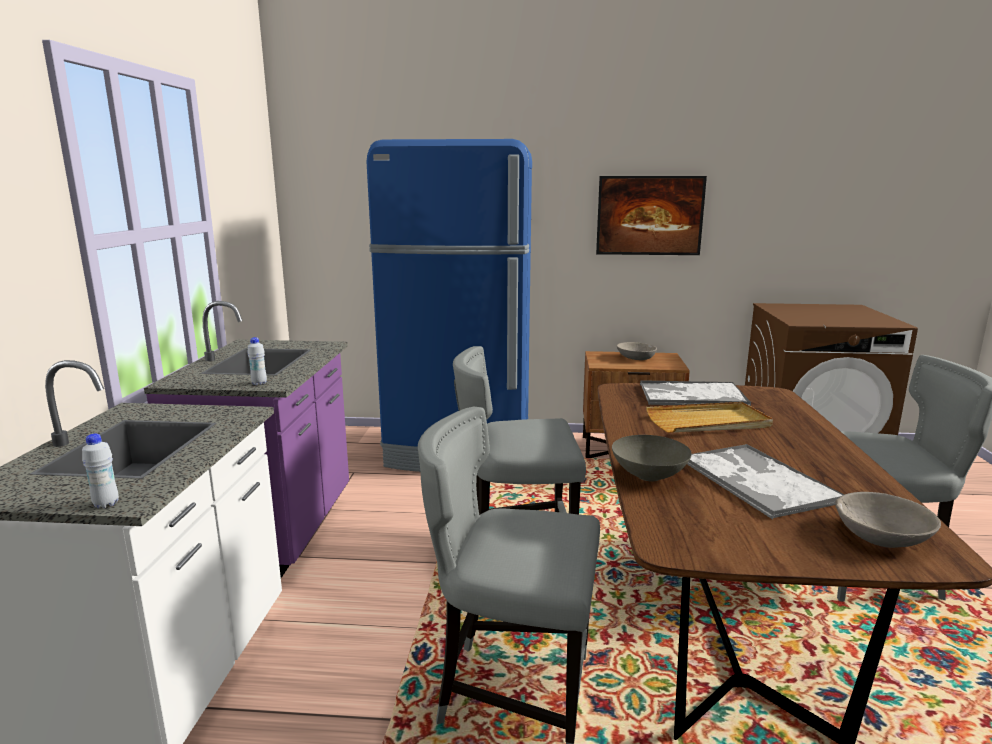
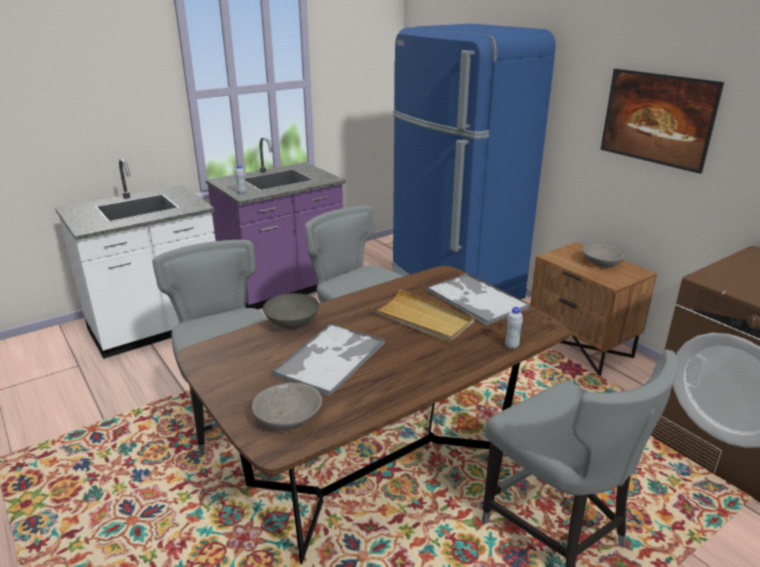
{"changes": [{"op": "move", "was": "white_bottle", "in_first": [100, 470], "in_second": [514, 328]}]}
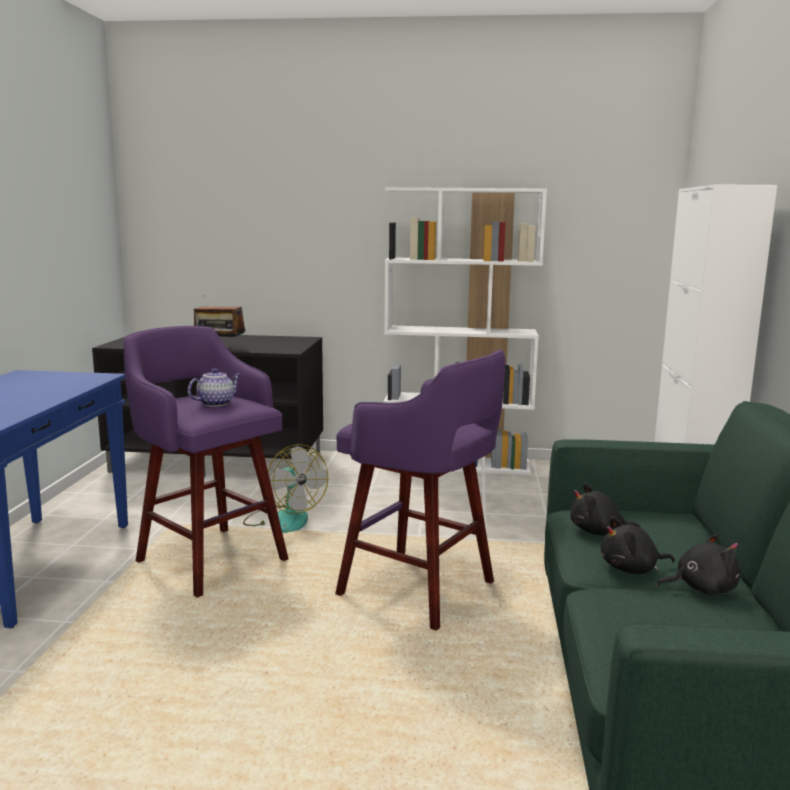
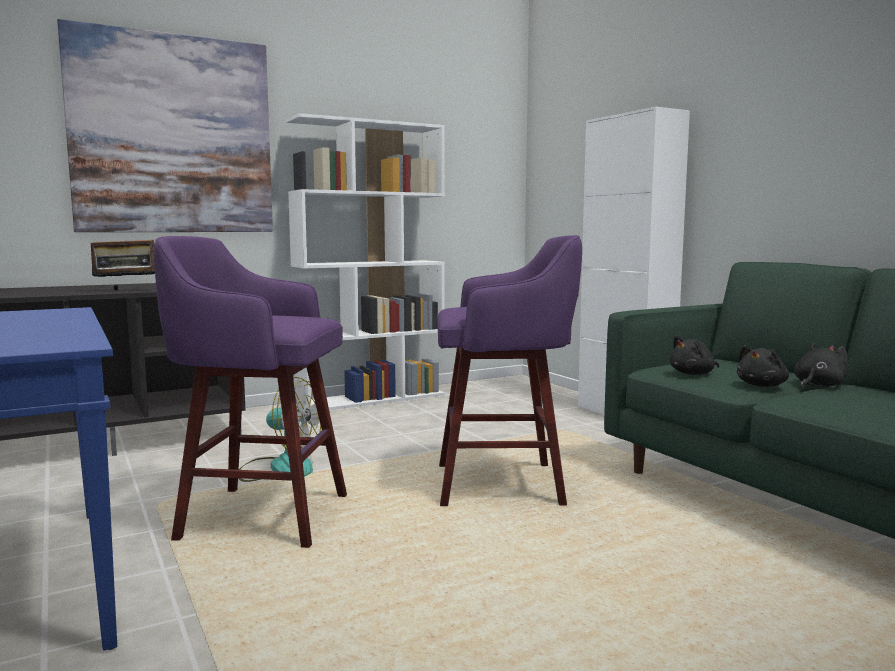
{"changes": [{"op": "insert", "now": "wall_art", "in_second": [165, 125]}, {"op": "delete", "was": "pot_for_tea", "in_first": [214, 387]}]}
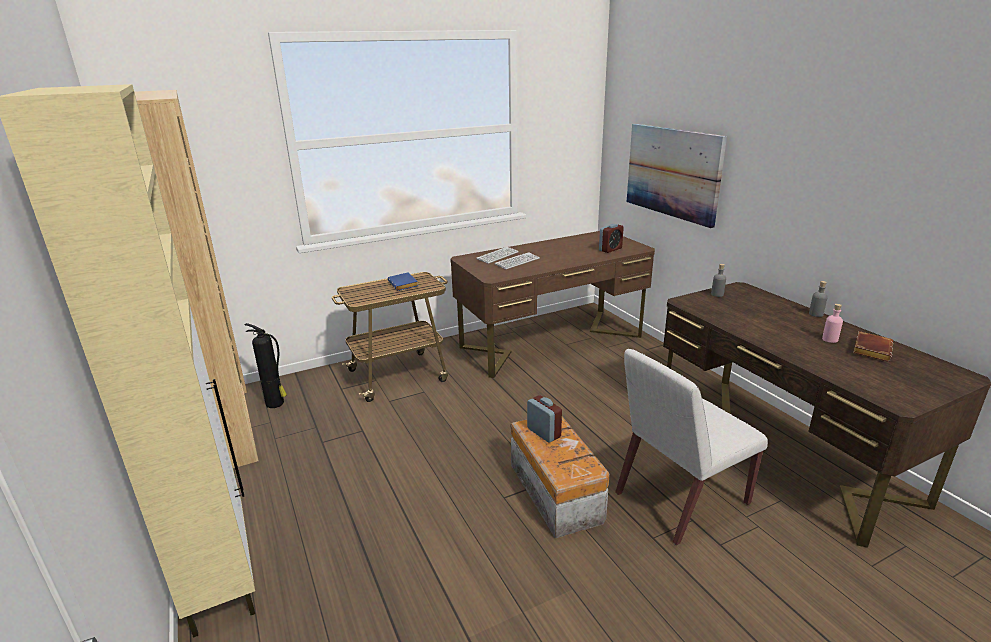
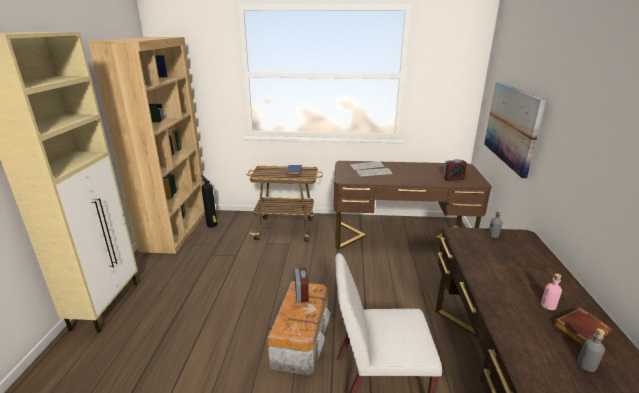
{"changes": [{"op": "move", "was": "gray_bottle", "in_first": [818, 299], "in_second": [591, 350]}]}
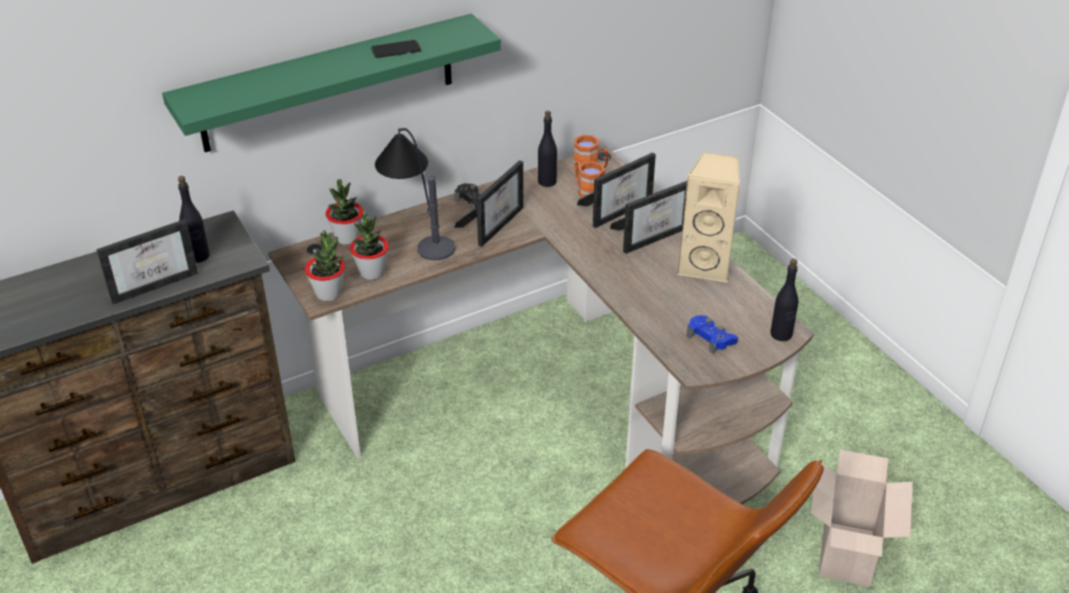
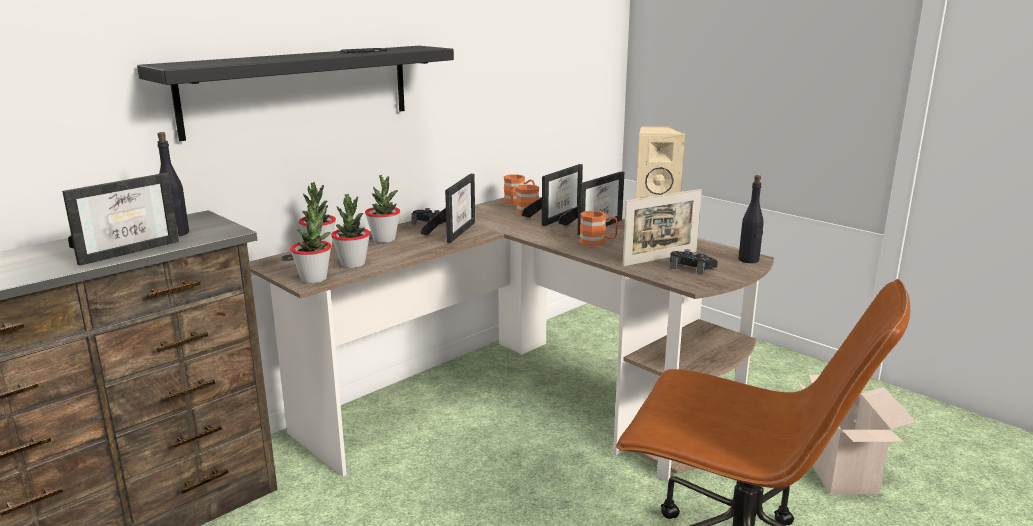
{"changes": [{"op": "recolor", "was": "green_wall_shelf", "now": "black-coloured_wall_shelf", "in_first": [331, 82], "in_second": [295, 93]}, {"op": "replace", "was": "table_lamp", "now": "houseplant", "in_first": [415, 194], "in_second": [382, 209]}, {"op": "insert", "now": "orange-coloured_coffee_mug", "in_second": [598, 228]}, {"op": "insert", "now": "picture_frame", "in_second": [662, 228]}, {"op": "recolor", "was": "bluish_joypad", "now": "black-coloured_joypad", "in_first": [712, 334], "in_second": [694, 262]}, {"op": "delete", "was": "black-coloured_bottle", "in_first": [547, 149]}]}
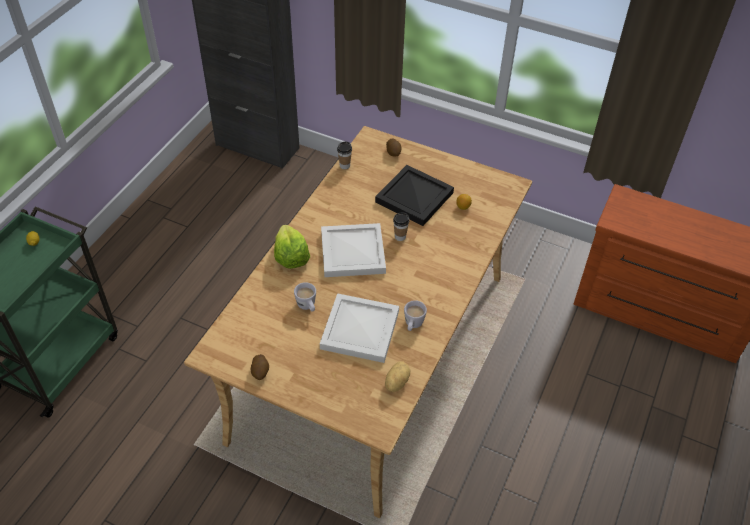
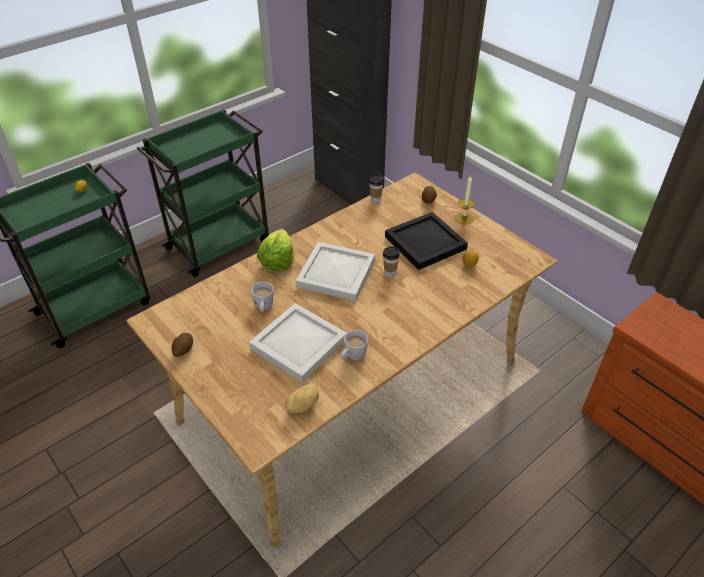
{"changes": [{"op": "insert", "now": "green_cart", "in_second": [203, 193]}, {"op": "insert", "now": "wax_light", "in_second": [464, 199]}]}
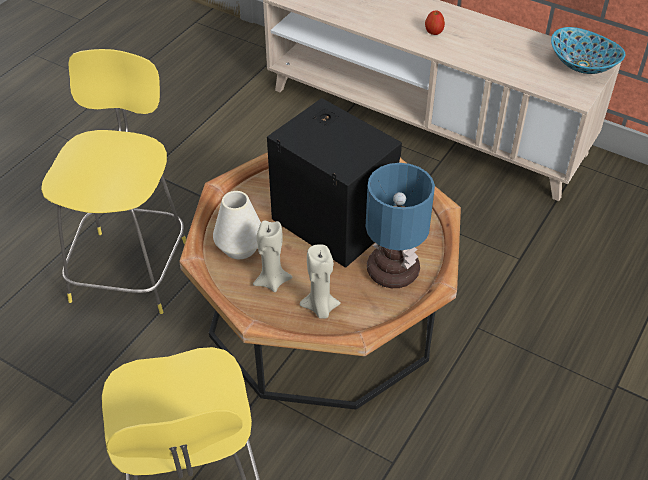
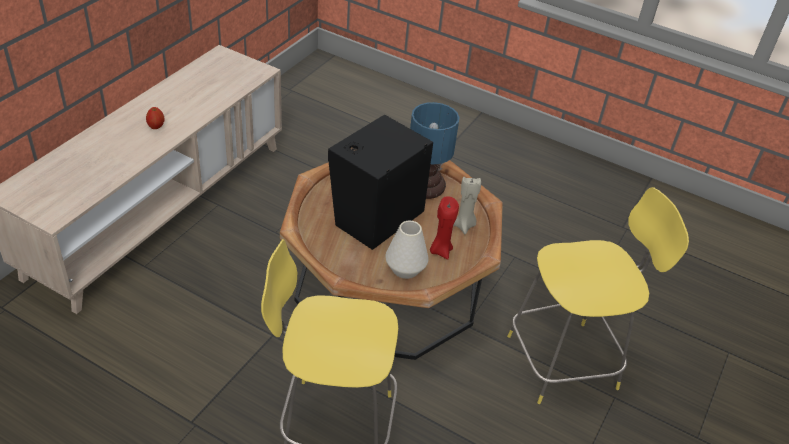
{"changes": [{"op": "recolor", "was": "beige_wax_light", "now": "red-coloured_wax_light", "in_first": [272, 256], "in_second": [444, 227]}, {"op": "delete", "was": "deep_dish", "in_first": [588, 50]}]}
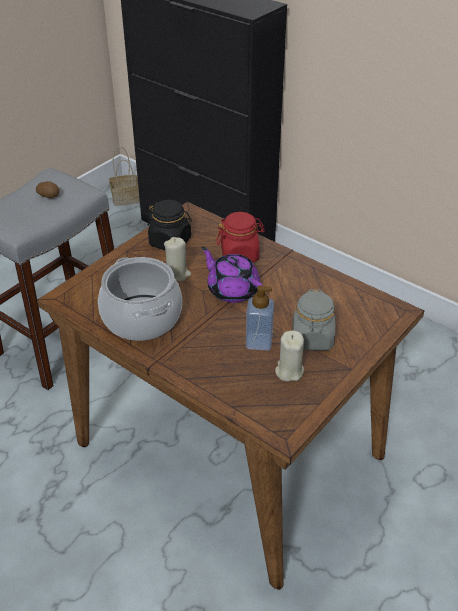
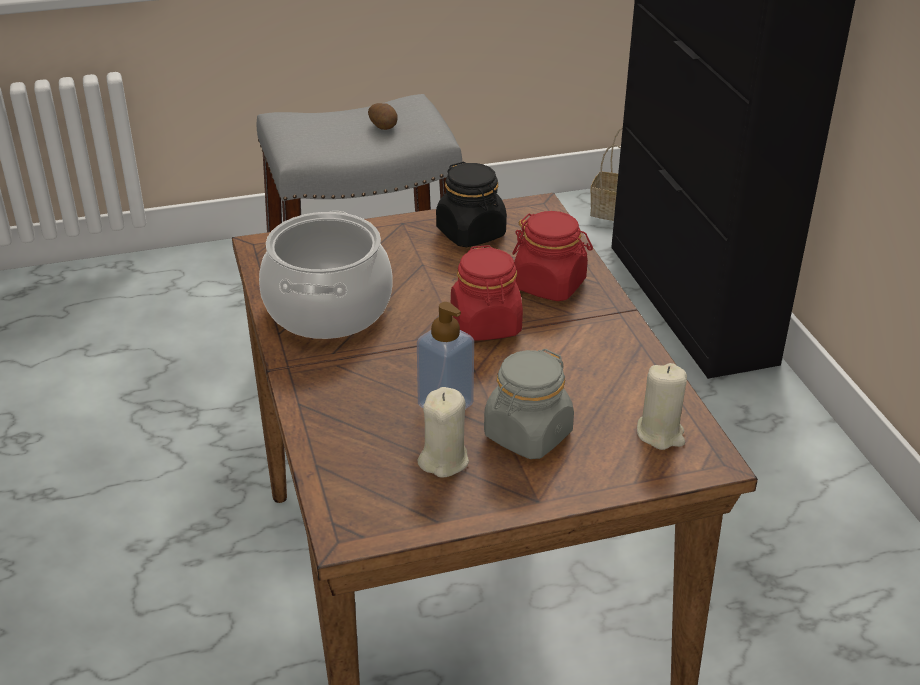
{"changes": [{"op": "replace", "was": "purple-coloured_pot_for_tea", "now": "red-coloured_preserve_jar", "in_first": [232, 275], "in_second": [487, 293]}, {"op": "move", "was": "beige_wax_light", "in_first": [177, 259], "in_second": [662, 406]}]}
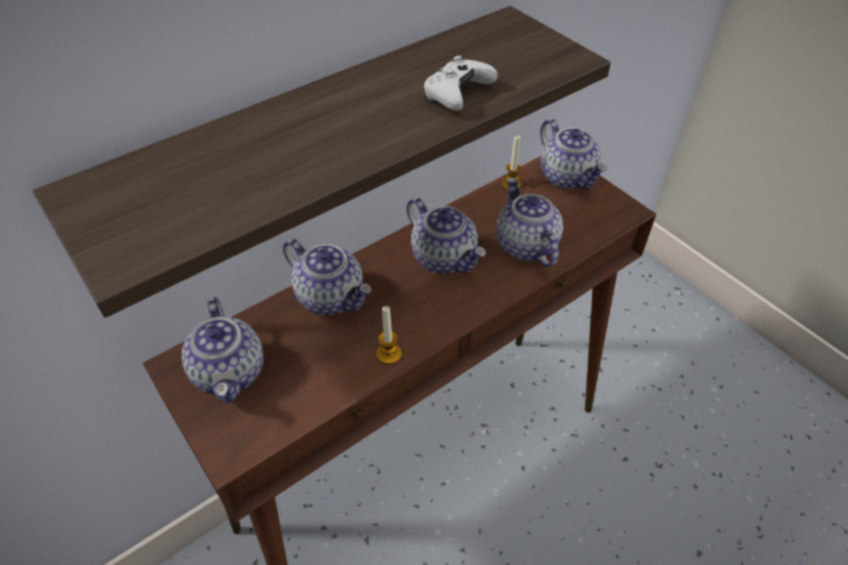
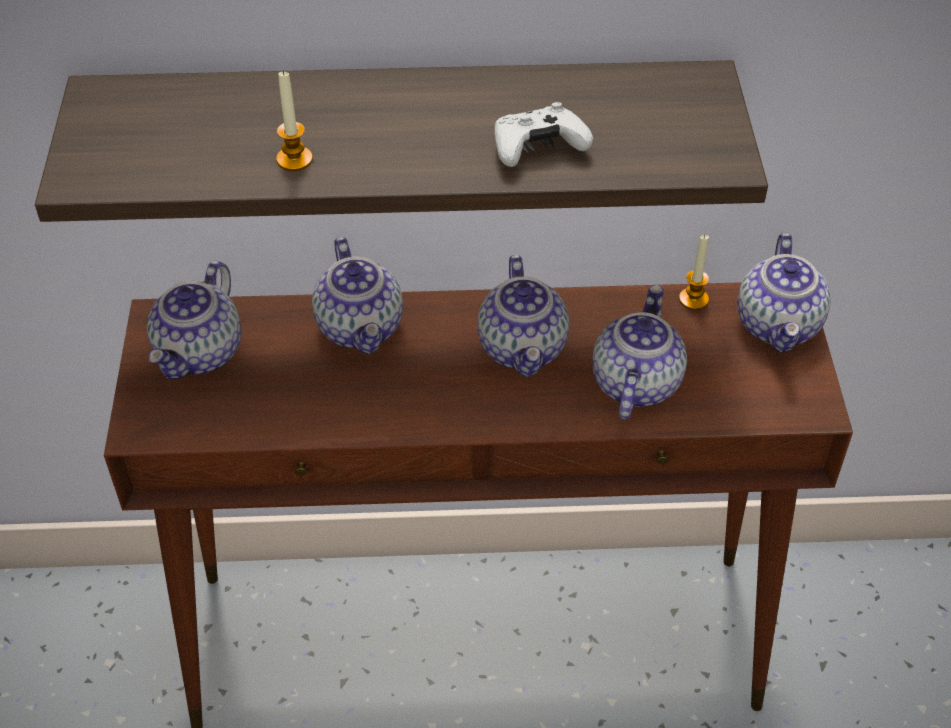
{"changes": [{"op": "move", "was": "wax_light", "in_first": [389, 335], "in_second": [294, 120]}]}
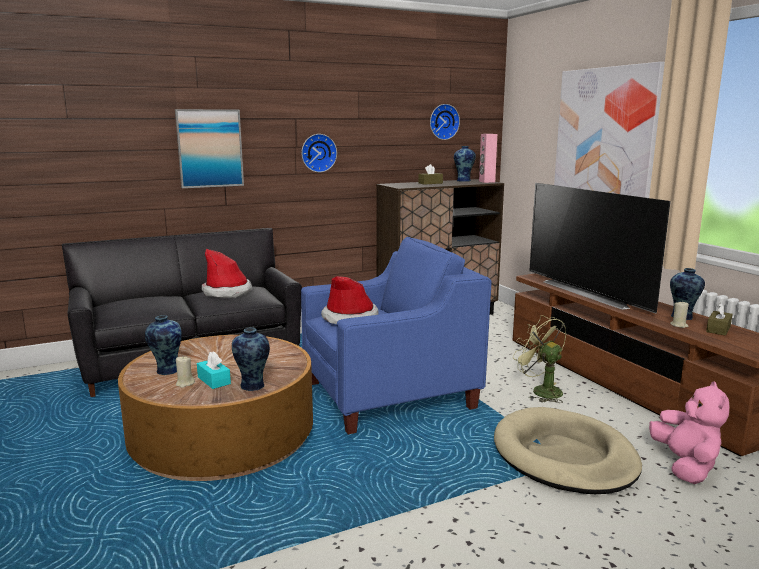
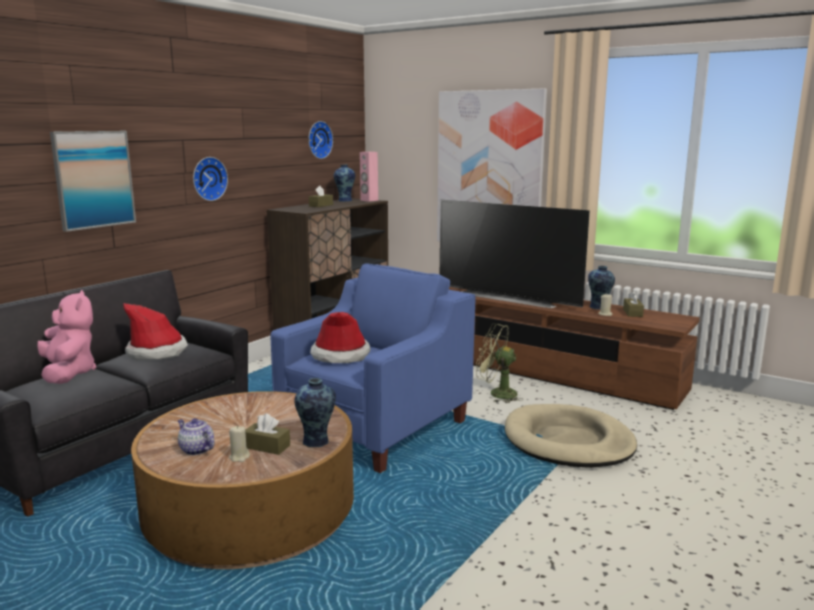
{"changes": [{"op": "move", "was": "pink-coloured_plush_toy", "in_first": [689, 432], "in_second": [66, 337]}, {"op": "replace", "was": "flower_vase", "now": "pot_for_tea", "in_first": [163, 345], "in_second": [196, 437]}, {"op": "recolor", "was": "turquoise-coloured_tissue_box", "now": "brown_tissue_box", "in_first": [214, 370], "in_second": [267, 434]}]}
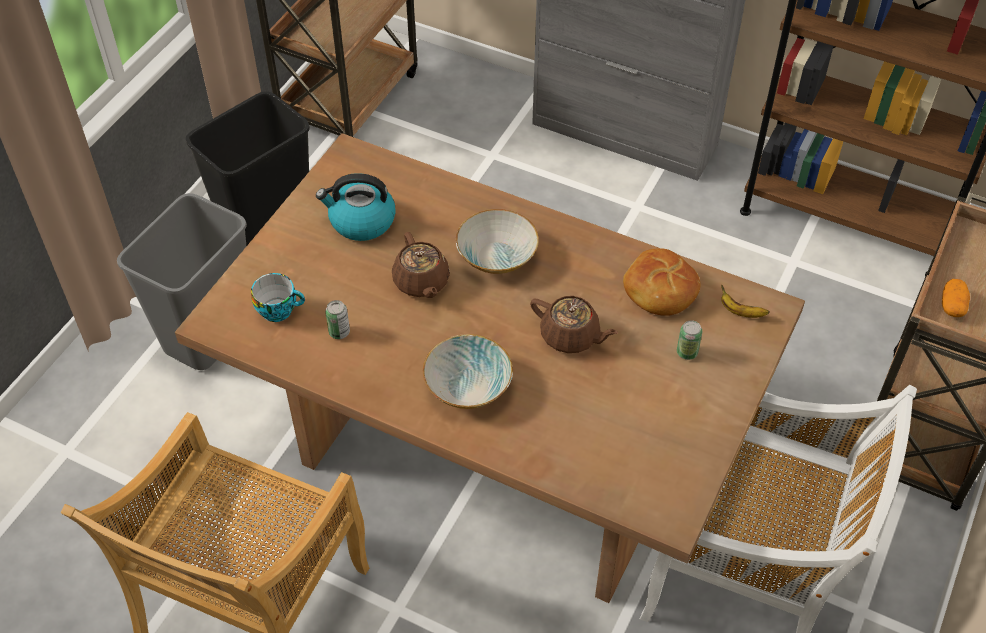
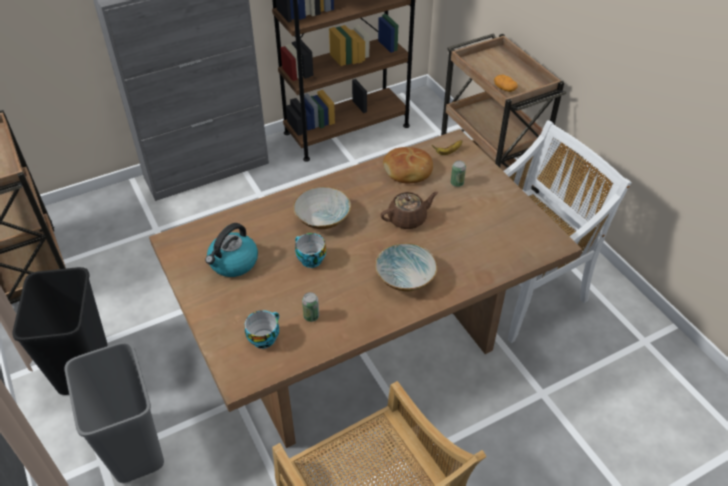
{"changes": [{"op": "replace", "was": "brown_pot_for_tea", "now": "small_cup", "in_first": [421, 265], "in_second": [310, 250]}]}
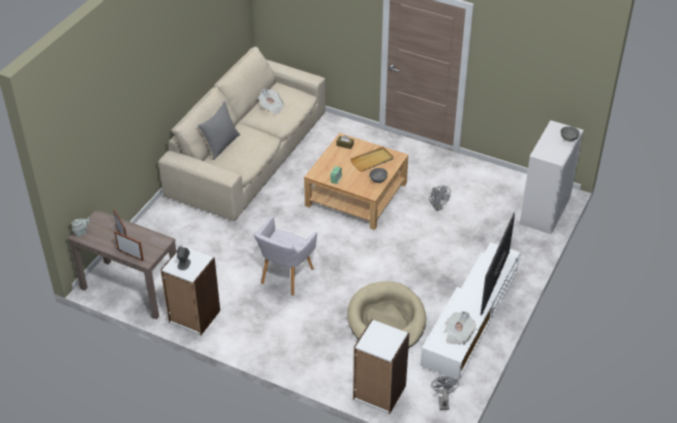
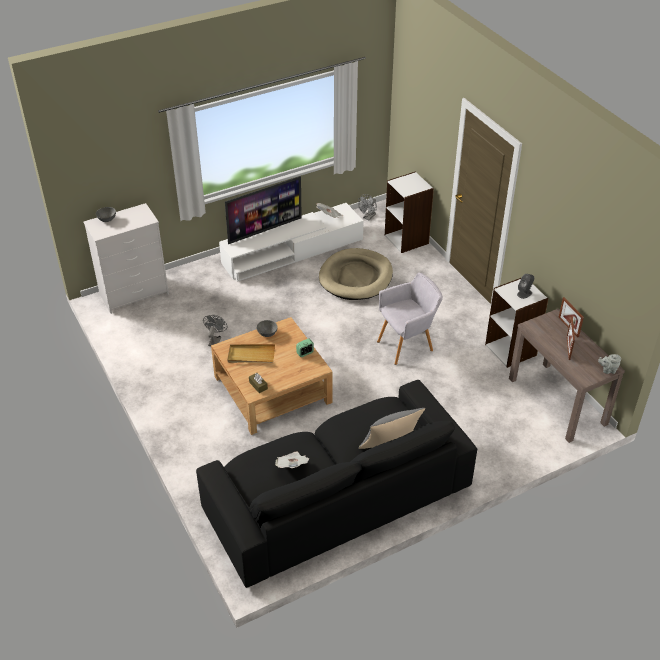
{"changes": [{"op": "recolor", "was": "beige_settee", "now": "black-coloured_settee", "in_first": [242, 134], "in_second": [336, 484]}]}
